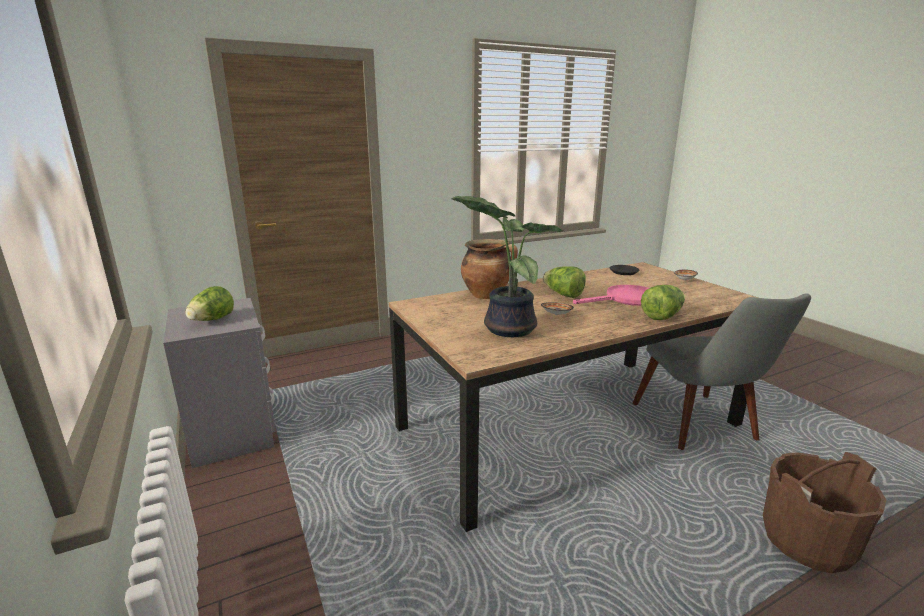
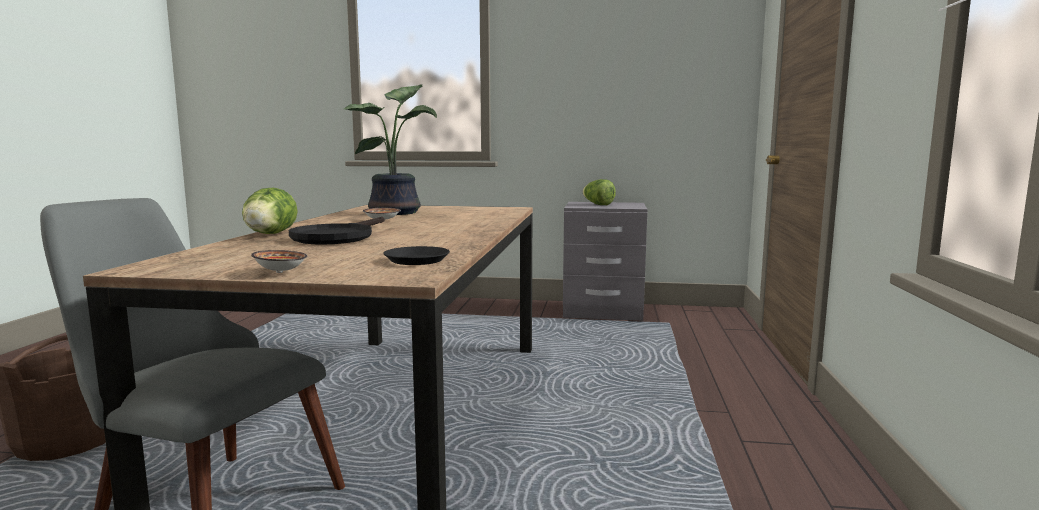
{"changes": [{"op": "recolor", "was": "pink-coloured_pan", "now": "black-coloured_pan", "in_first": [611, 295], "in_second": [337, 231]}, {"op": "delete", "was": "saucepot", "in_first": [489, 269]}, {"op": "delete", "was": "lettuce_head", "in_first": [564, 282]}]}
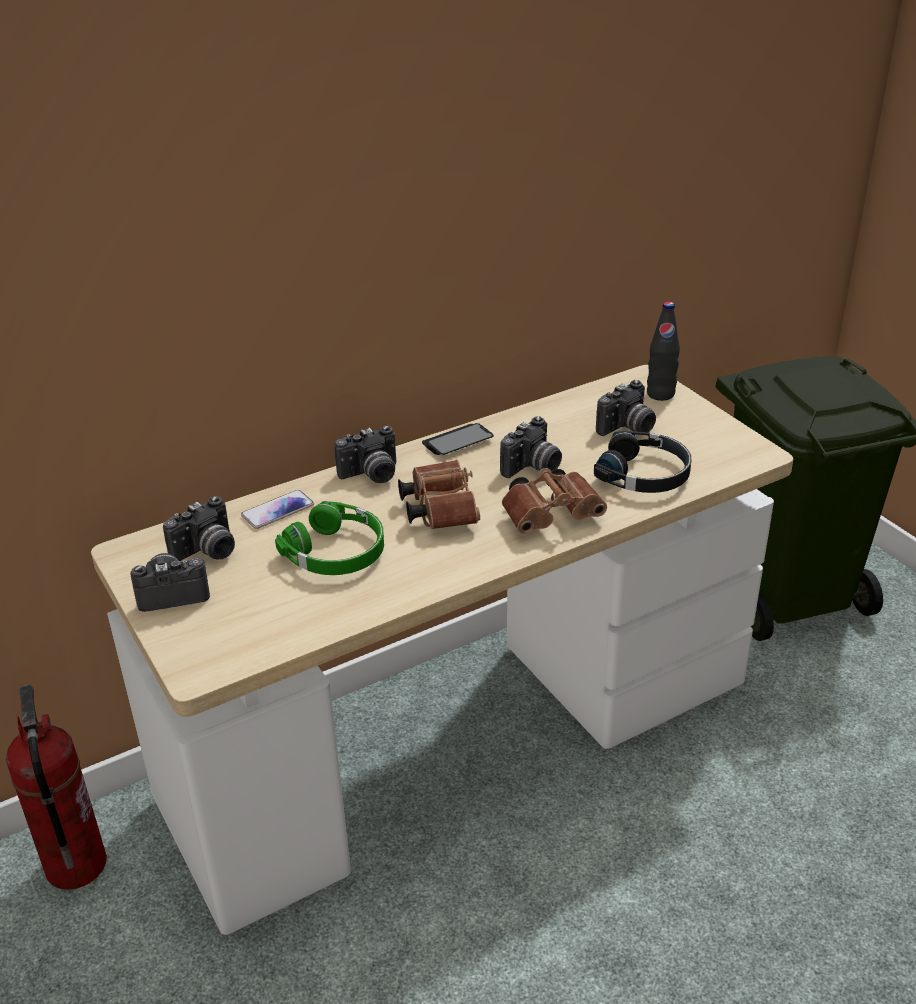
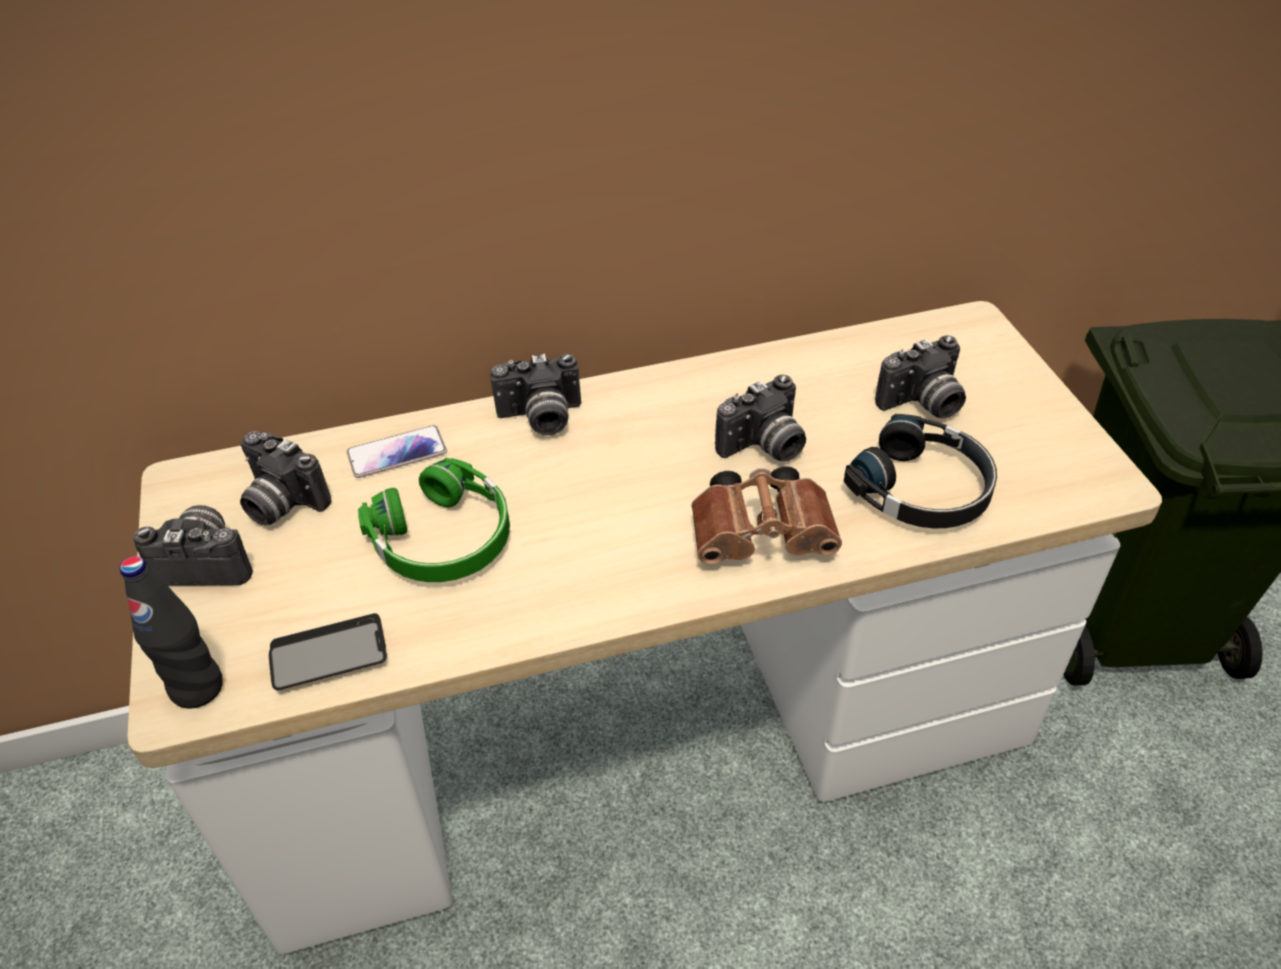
{"changes": [{"op": "move", "was": "black-coloured_bottle", "in_first": [663, 351], "in_second": [171, 632]}, {"op": "rotate", "was": "still_camera", "in_first": [199, 528], "in_second": [285, 478], "clockwise": 60}, {"op": "move", "was": "handset", "in_first": [458, 439], "in_second": [328, 651]}, {"op": "delete", "was": "extinguisher", "in_first": [56, 787]}, {"op": "delete", "was": "brown_pair_of_binoculars", "in_first": [439, 494]}]}
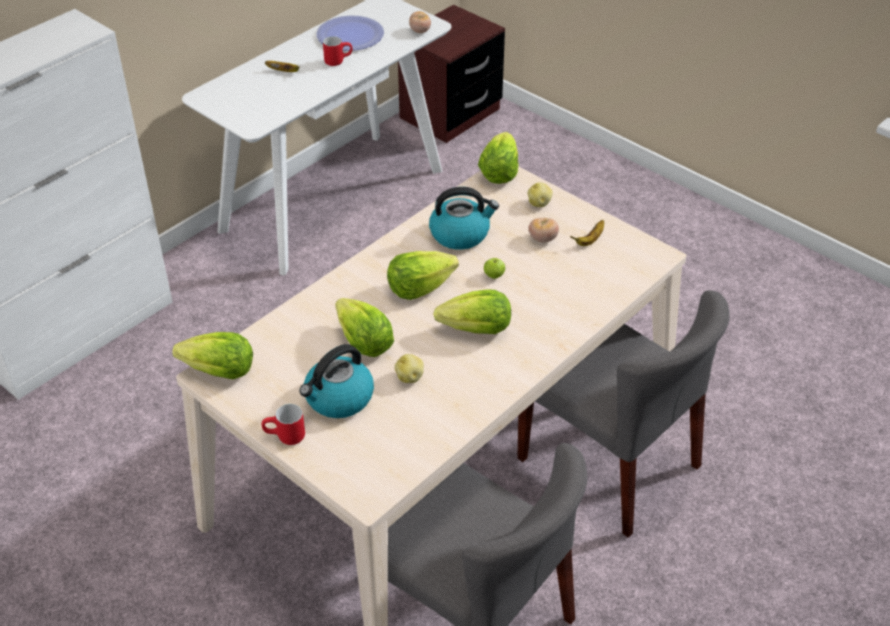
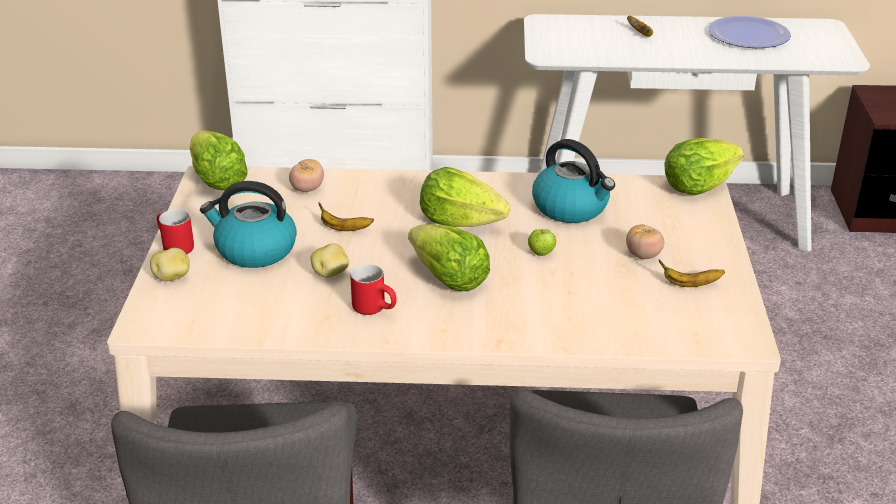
{"changes": [{"op": "move", "was": "spud", "in_first": [540, 194], "in_second": [170, 264]}, {"op": "move", "was": "tomato", "in_first": [420, 22], "in_second": [306, 175]}, {"op": "replace", "was": "lettuce_head", "now": "banana", "in_first": [364, 327], "in_second": [346, 216]}, {"op": "move", "was": "red-coloured_coffee_mug", "in_first": [338, 51], "in_second": [373, 289]}]}
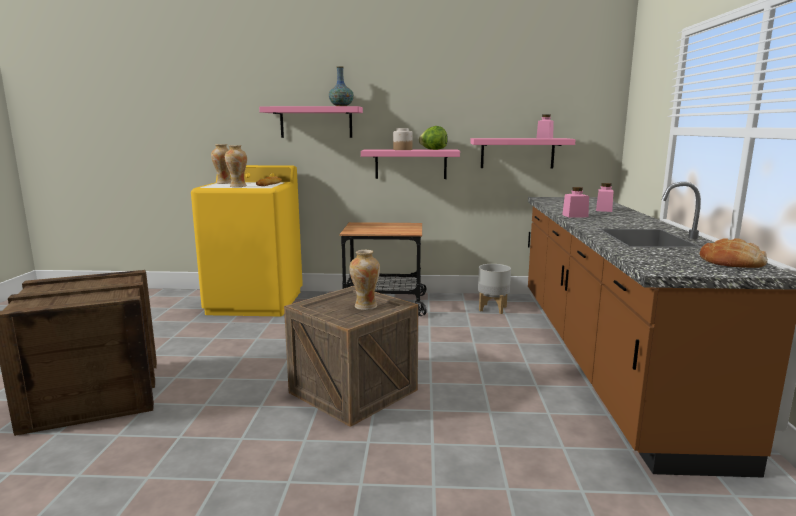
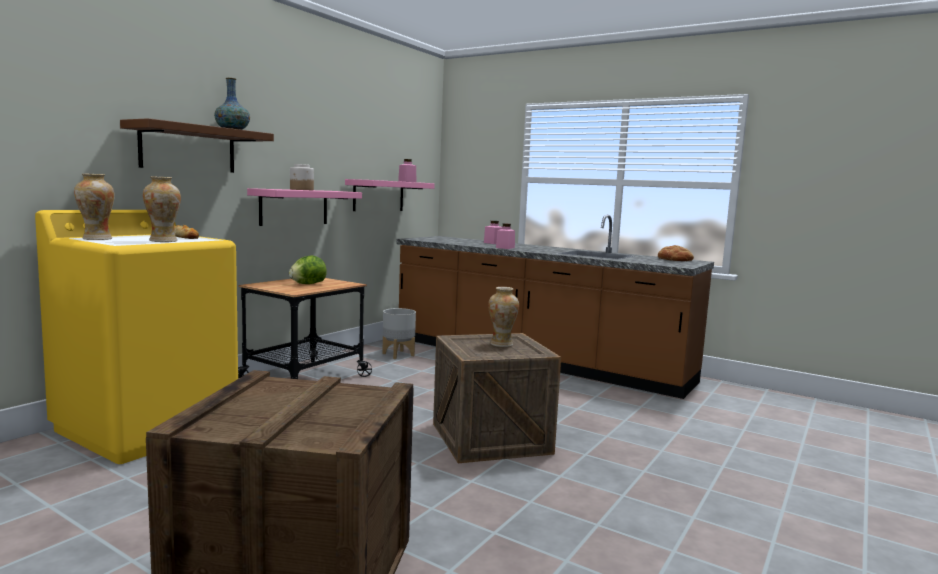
{"changes": [{"op": "recolor", "was": "pink-coloured_wall_shelf", "now": "brown_wall_shelf", "in_first": [311, 122], "in_second": [197, 145]}, {"op": "move", "was": "lettuce_head", "in_first": [433, 138], "in_second": [308, 270]}]}
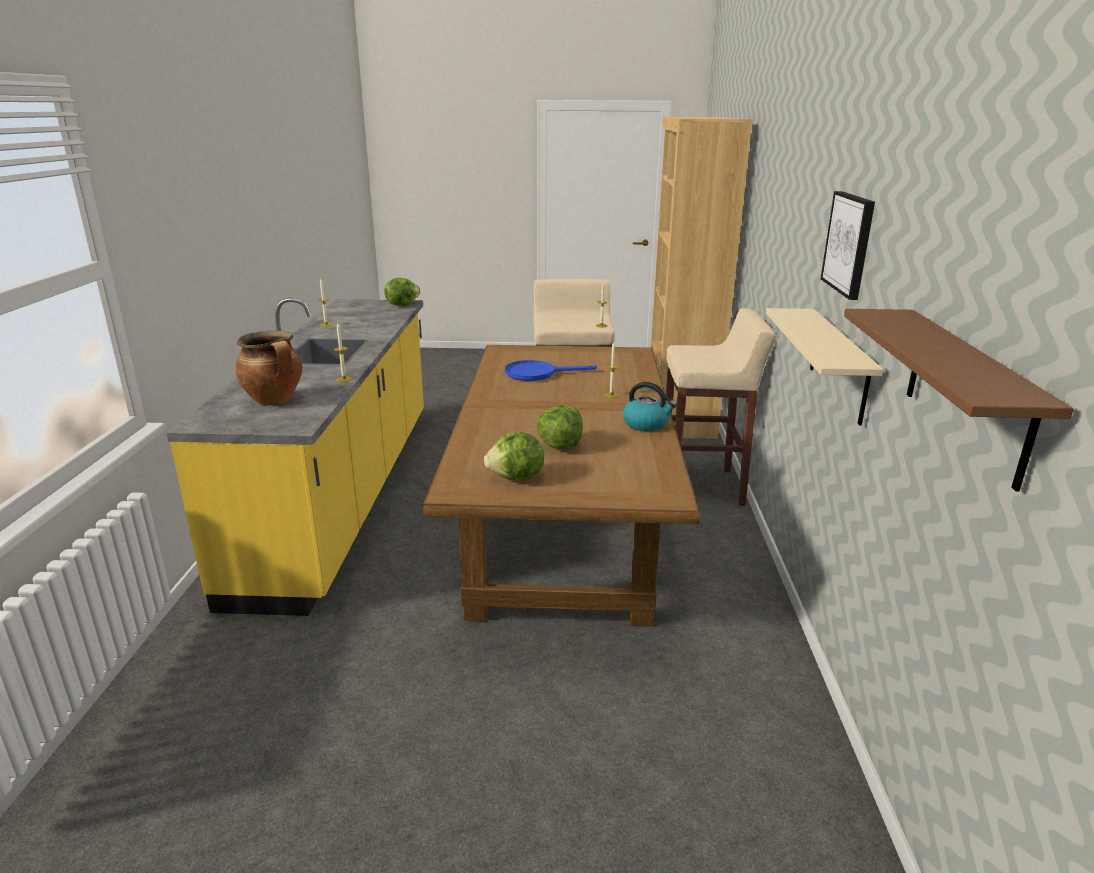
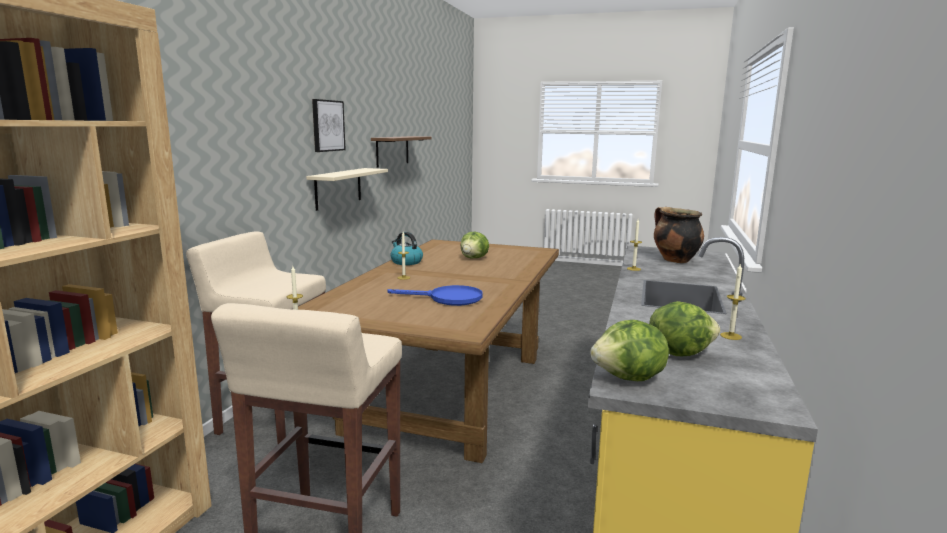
{"changes": [{"op": "move", "was": "lettuce_head", "in_first": [514, 456], "in_second": [684, 328]}]}
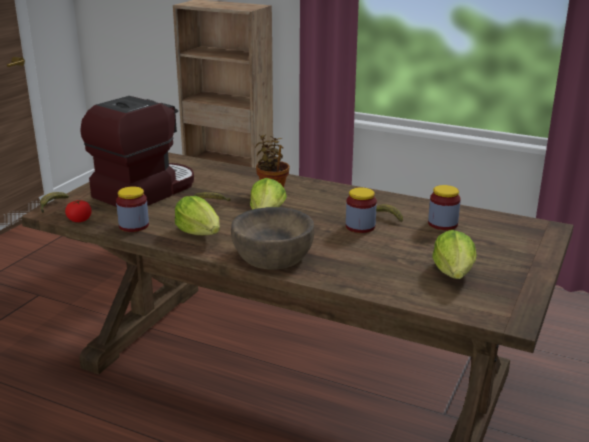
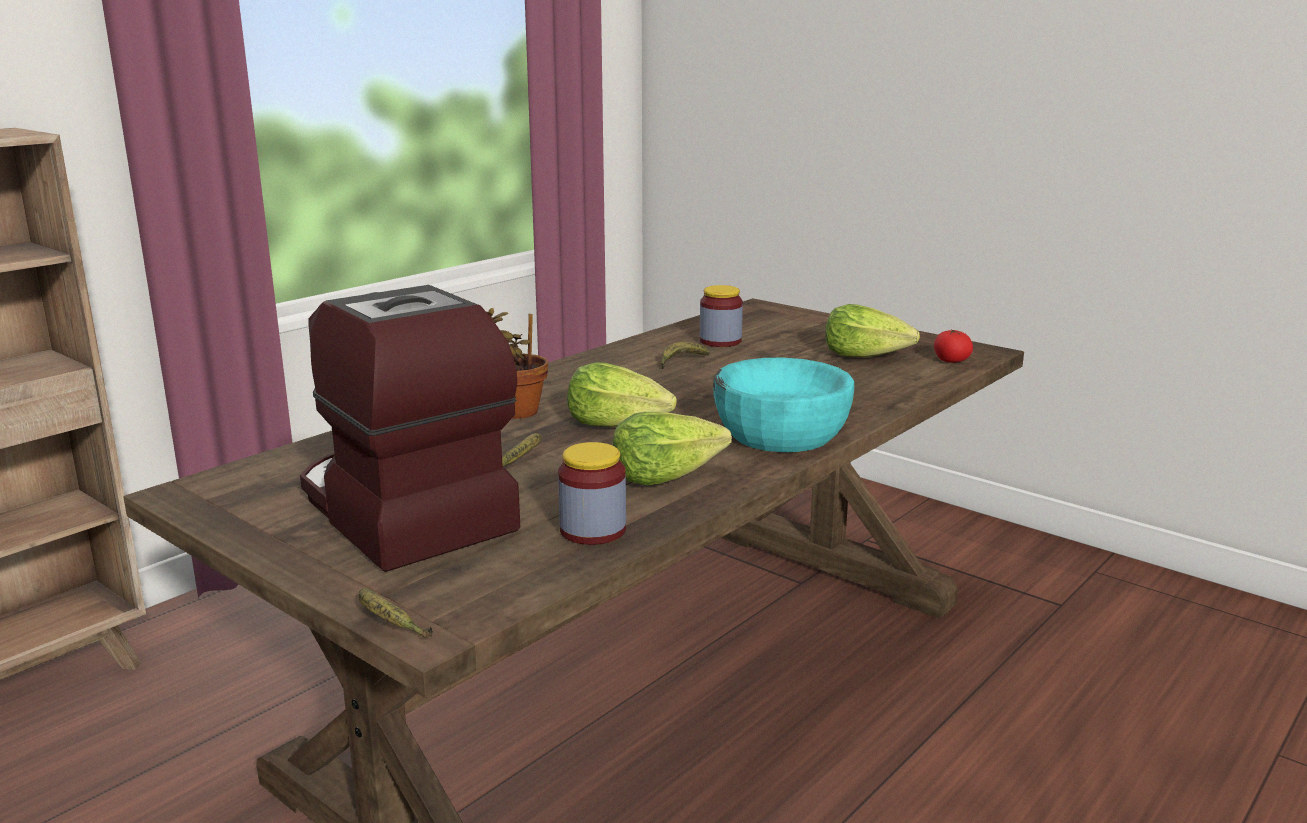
{"changes": [{"op": "recolor", "was": "brown_deep_dish", "now": "turquoise-coloured_deep_dish", "in_first": [272, 238], "in_second": [783, 405]}, {"op": "move", "was": "tomato", "in_first": [78, 211], "in_second": [953, 346]}, {"op": "delete", "was": "preserve_jar", "in_first": [361, 210]}]}
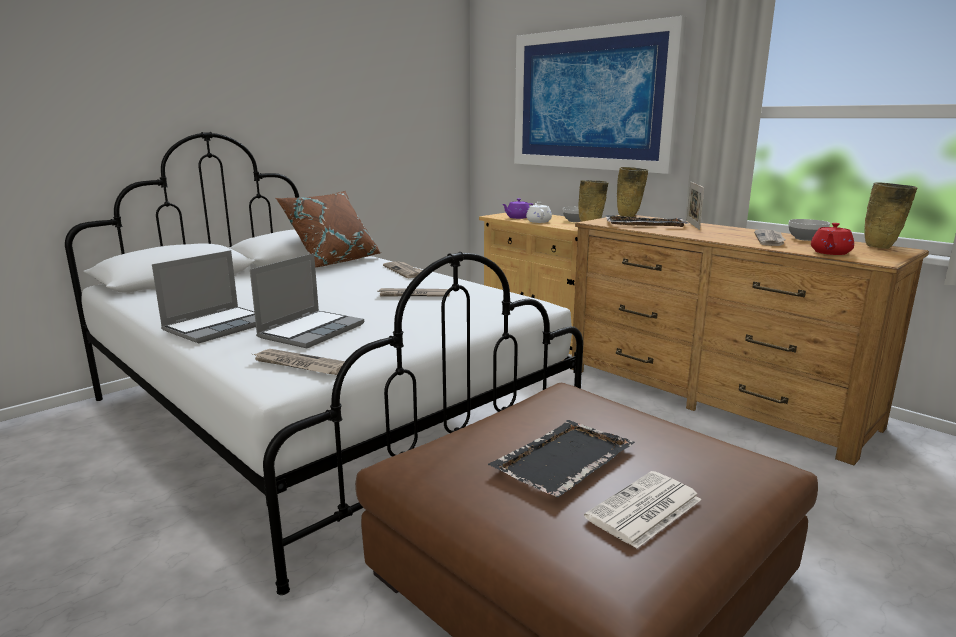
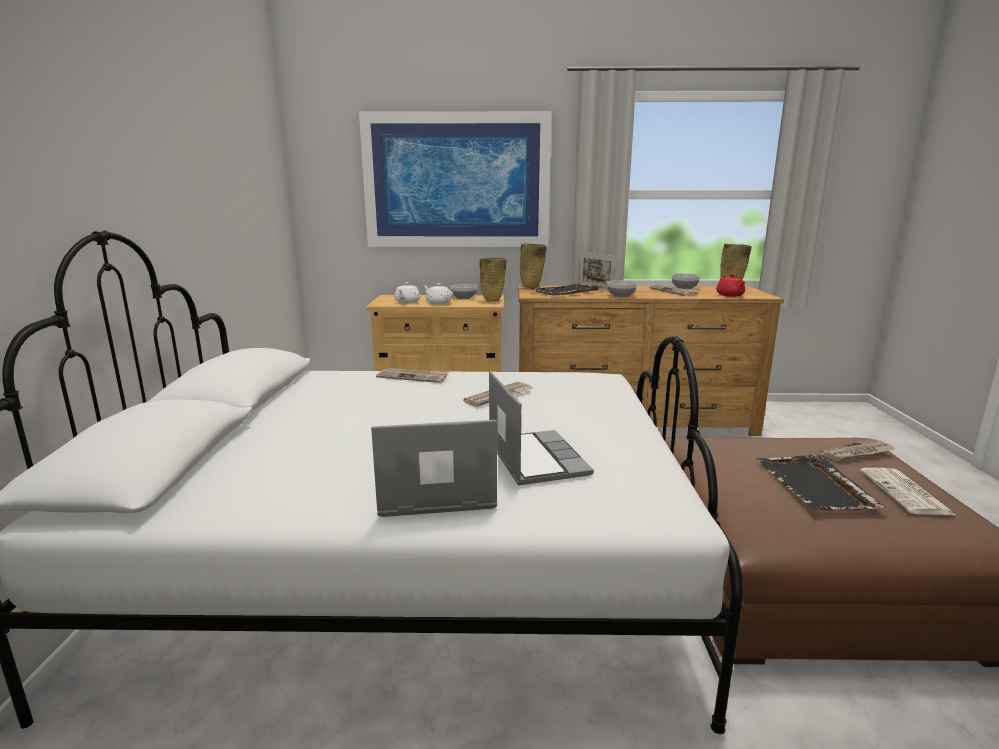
{"changes": [{"op": "rotate", "was": "laptop", "in_first": [204, 296], "in_second": [434, 468], "clockwise": -90}, {"op": "recolor", "was": "purple-coloured_pot_for_tea", "now": "white_pot_for_tea", "in_first": [517, 208], "in_second": [407, 293]}, {"op": "insert", "now": "deep_dish", "in_second": [622, 288]}, {"op": "move", "was": "printed_paper", "in_first": [299, 362], "in_second": [857, 450]}, {"op": "delete", "was": "brown_pillow", "in_first": [328, 229]}]}
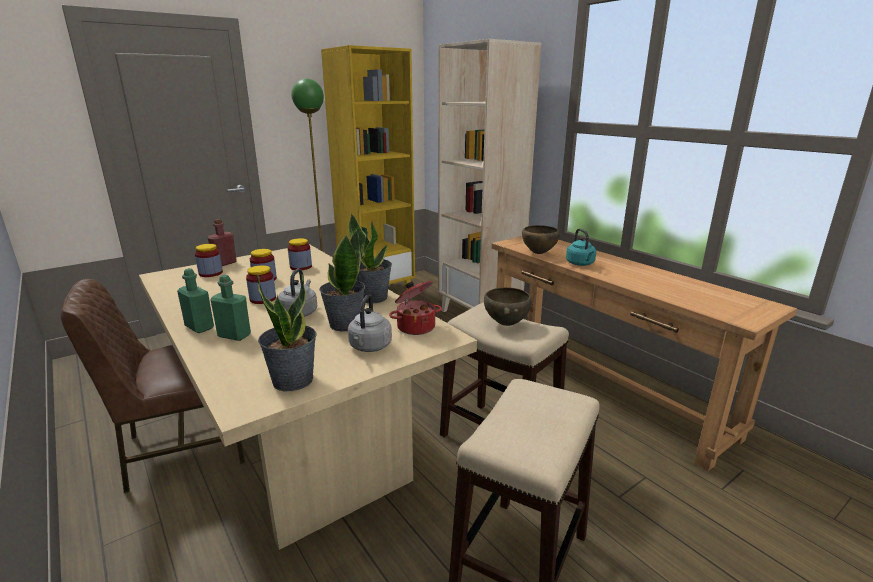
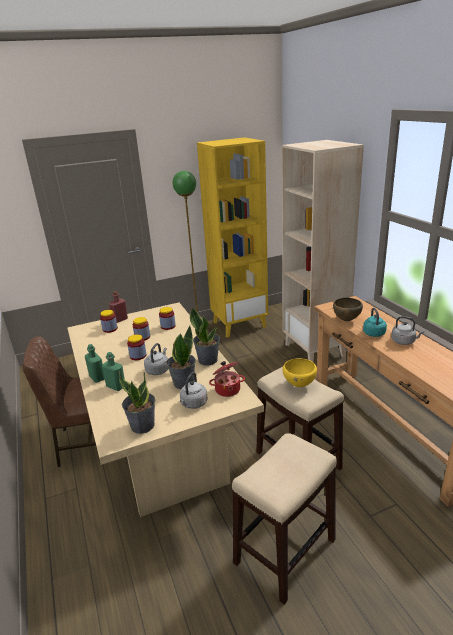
{"changes": [{"op": "recolor", "was": "brown_deep_dish", "now": "yellow_deep_dish", "in_first": [508, 306], "in_second": [299, 372]}, {"op": "insert", "now": "gray_kettle", "in_second": [407, 330]}]}
